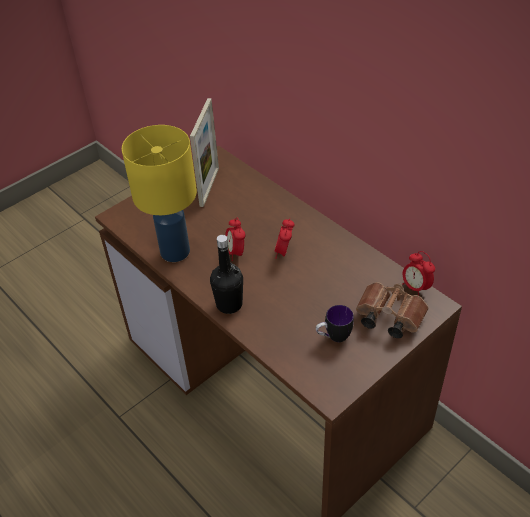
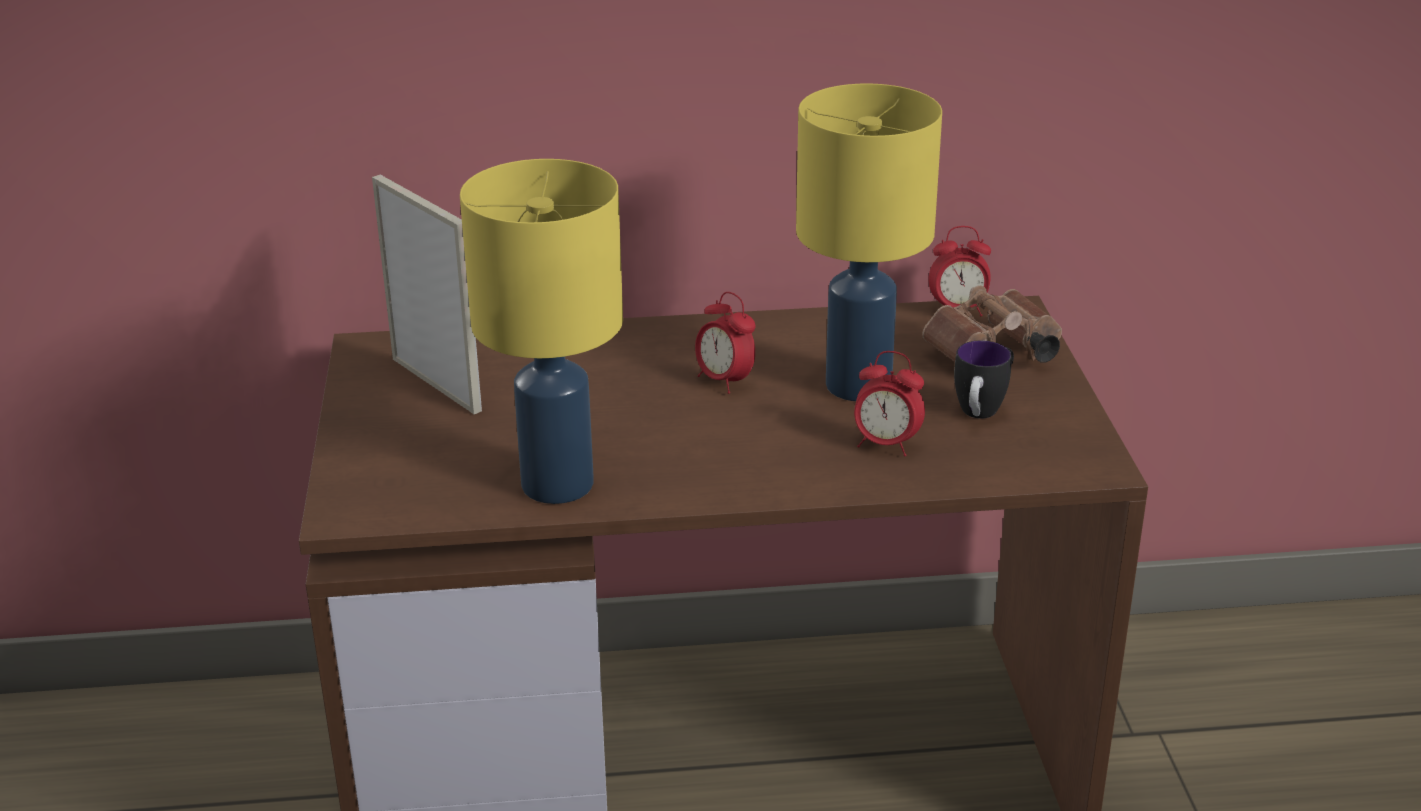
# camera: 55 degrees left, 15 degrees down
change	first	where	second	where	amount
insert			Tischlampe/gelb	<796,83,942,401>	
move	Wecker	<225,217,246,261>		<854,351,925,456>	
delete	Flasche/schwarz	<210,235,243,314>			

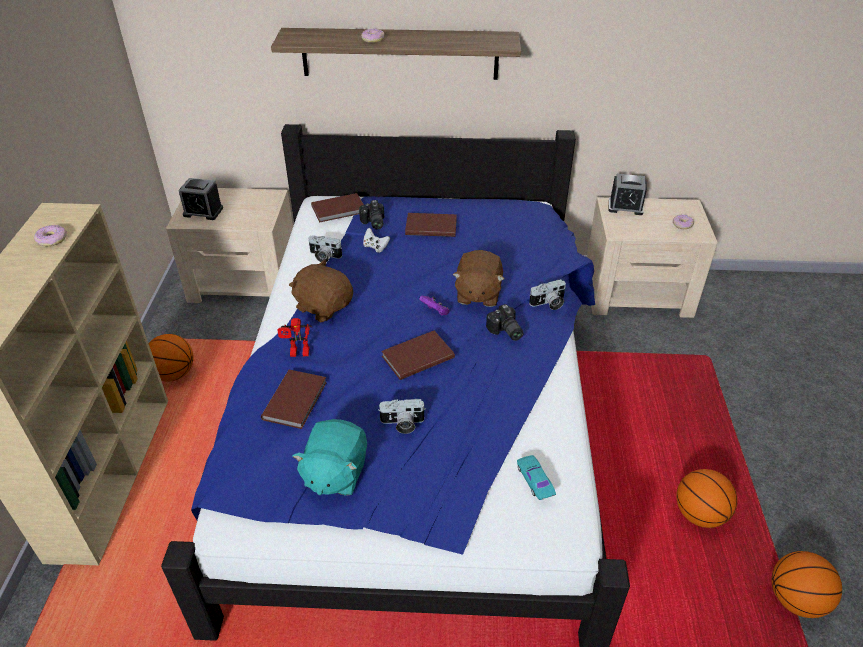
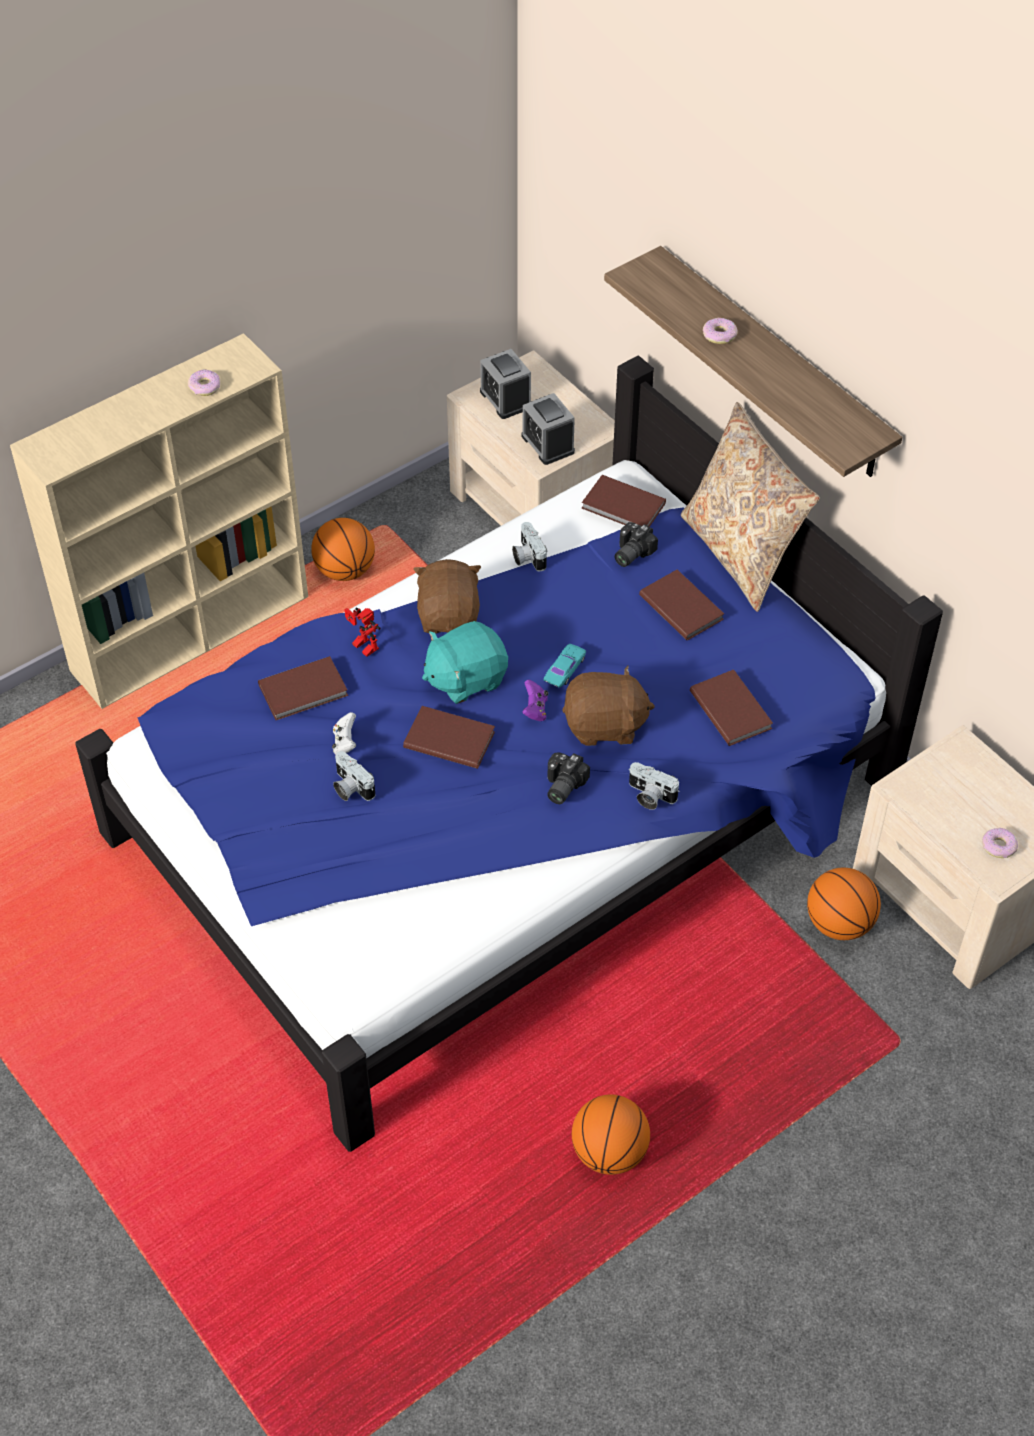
# camera: 50 degrees right, 10 degrees up
change	first	where	second	where	amount
move	Gamepad/weiß	<363,228,390,253>		<332,712,356,754>	
move	Plüschtier/türkis	<292,419,367,496>		<422,621,508,704>	
move	Wecker	<609,174,647,215>		<522,393,575,465>	
move	Spielzeugauto/türkis	<517,455,556,500>		<543,644,586,688>	
rotate	Plüschtier/braun	<452,250,504,307>		<562,666,655,746>	150 degrees counterclockwise
insert			Kissen/beige	<681,402,820,612>	
insert			Buch/braun	<690,669,773,746>	
move	Basketball	<771,551,842,618>		<807,868,881,940>	

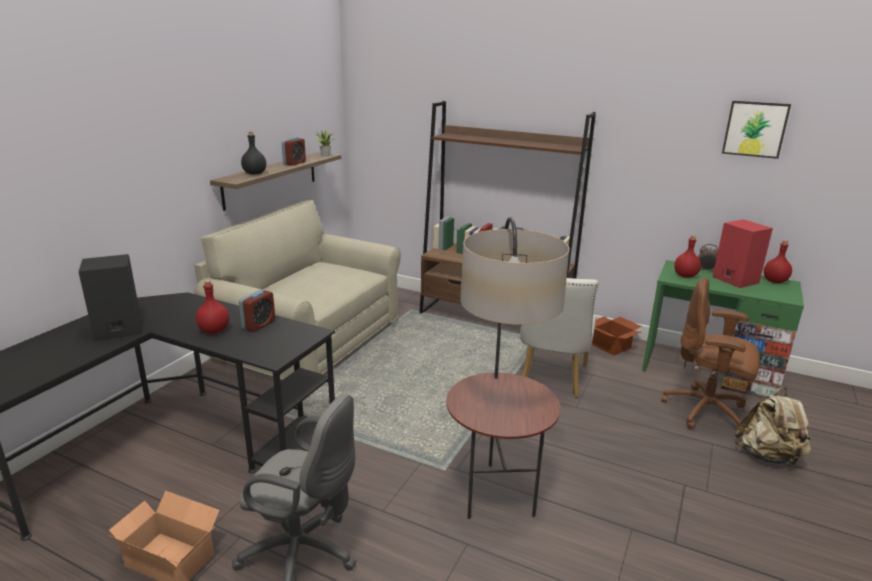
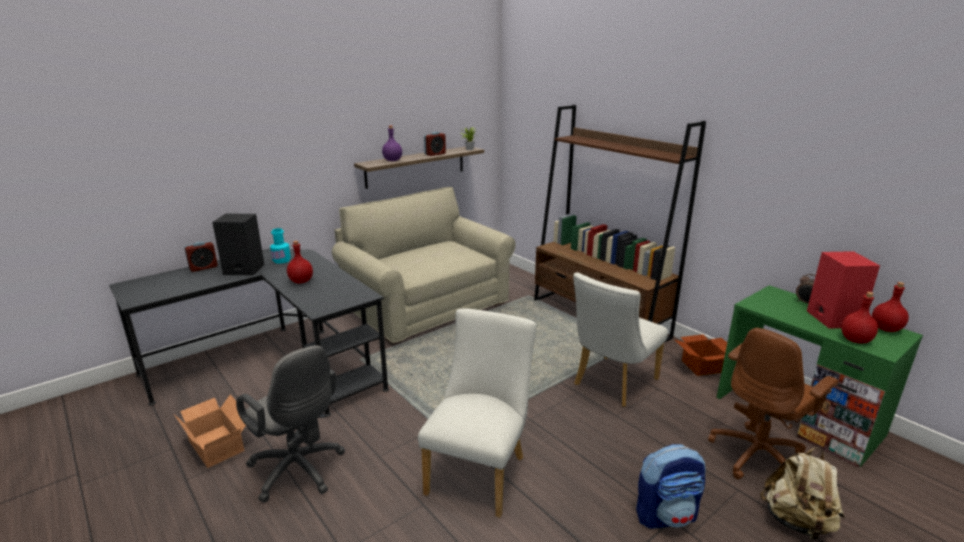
# camera: 25 degrees right, 0 degrees up
change	first	where	second	where	amount
move	Wecker	<239,289,275,332>		<184,241,218,272>	
insert			Flasche/türkis	<270,228,291,264>	
recolor	Flasche/schwarz	<241,132,266,175>	Flasche/lila	<382,126,402,161>	
replace	Stehlampe	<446,217,569,519>	Stuhl/weiß	<418,309,536,518>	
insert			Rucksack	<636,444,706,528>	
rotate	Bürostuhl/braun	<661,278,760,430>		<708,328,839,480>	90 degrees counterclockwise
move	Flasche/rot	<674,235,701,278>		<841,292,878,343>	
delete	Bild	<722,101,791,159>			

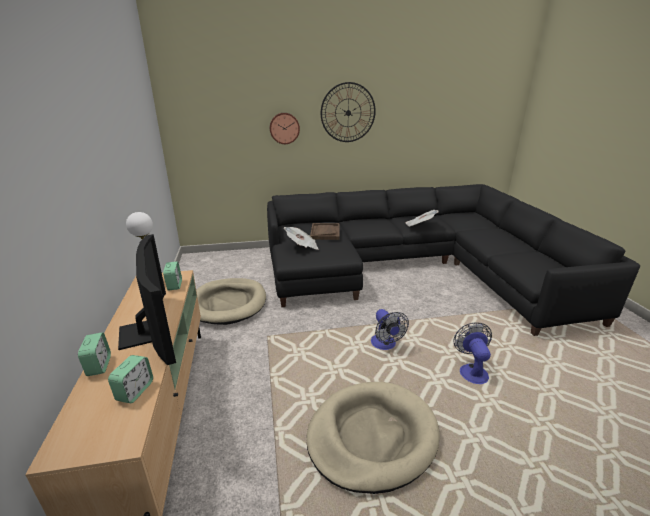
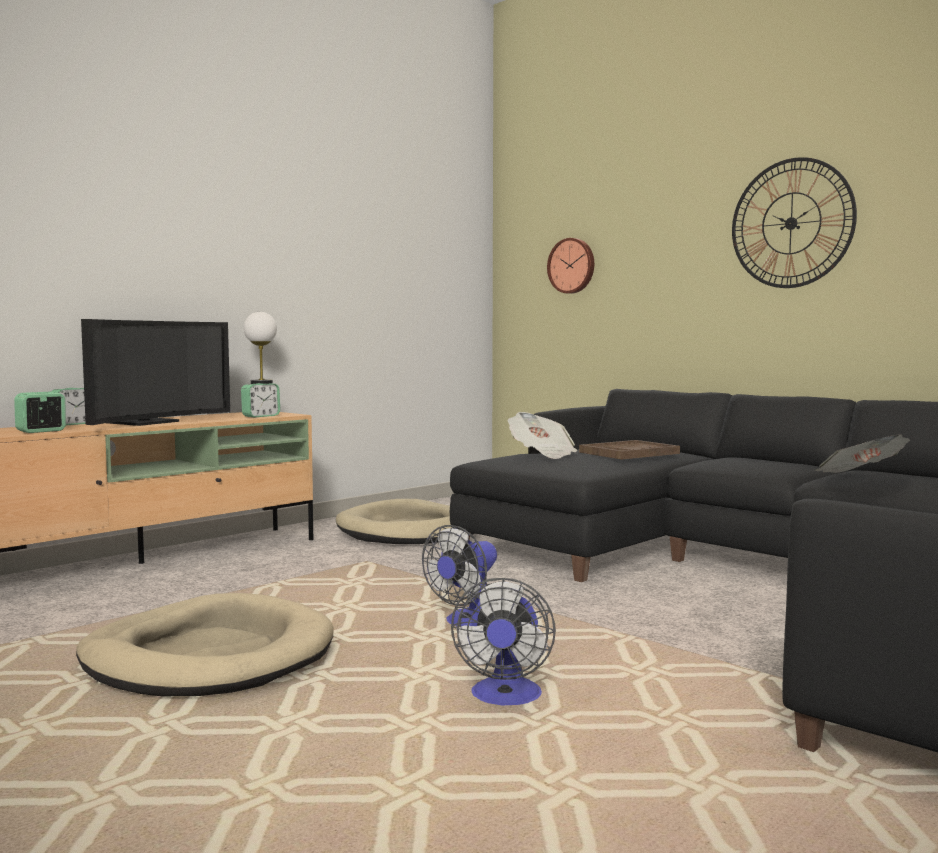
# camera: 55 degrees right, 20 degrees down
change	first	where	second	where	amount
rotate	Wecker	<108,355,153,403>		<14,392,66,433>	150 degrees clockwise
rotate	Ventilator	<453,322,492,384>		<451,578,556,705>	135 degrees clockwise
move	Wanduhr	<270,113,300,144>		<547,238,594,294>	

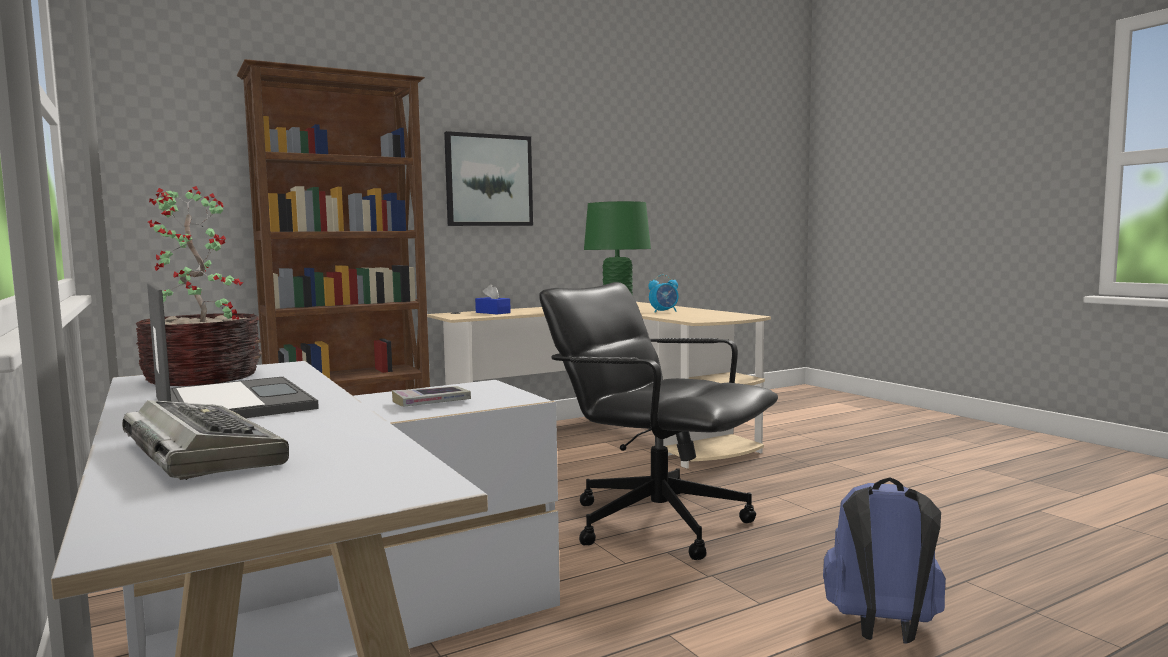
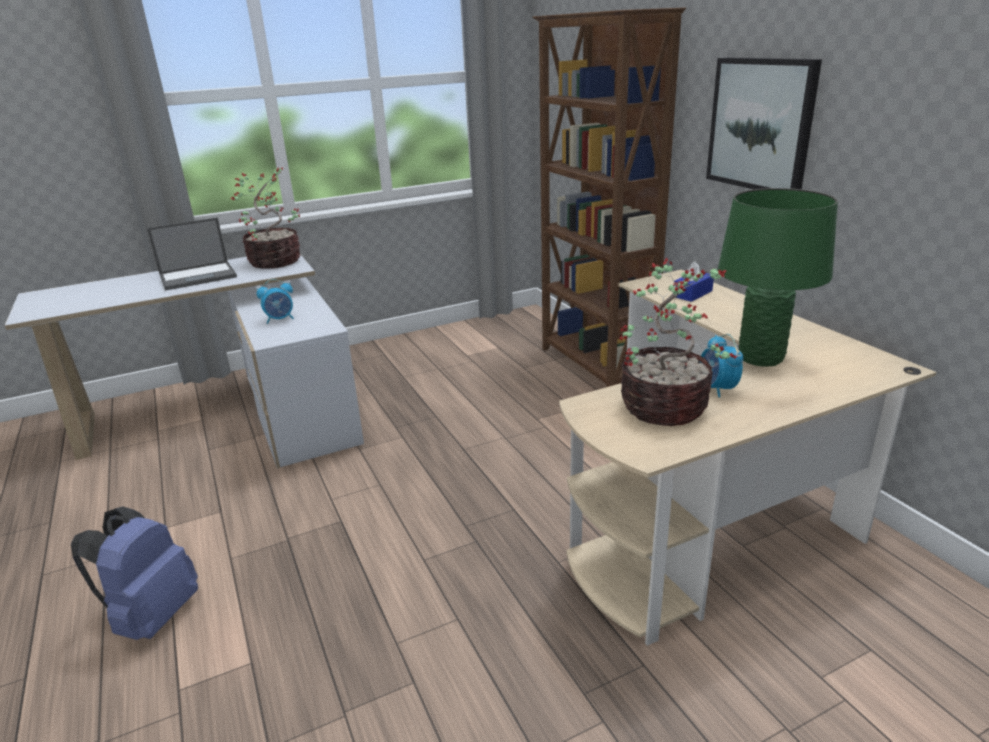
# camera: 95 degrees right, 20 degrees up
change	first	where	second	where	amount
replace	Buch	<392,386,471,407>	Wecker	<257,279,294,324>	
insert			Topfpflanze	<619,258,737,426>	
delete	Tastatur	<122,400,289,480>			
delete	Bürostuhl/schwarz	<539,282,778,560>			

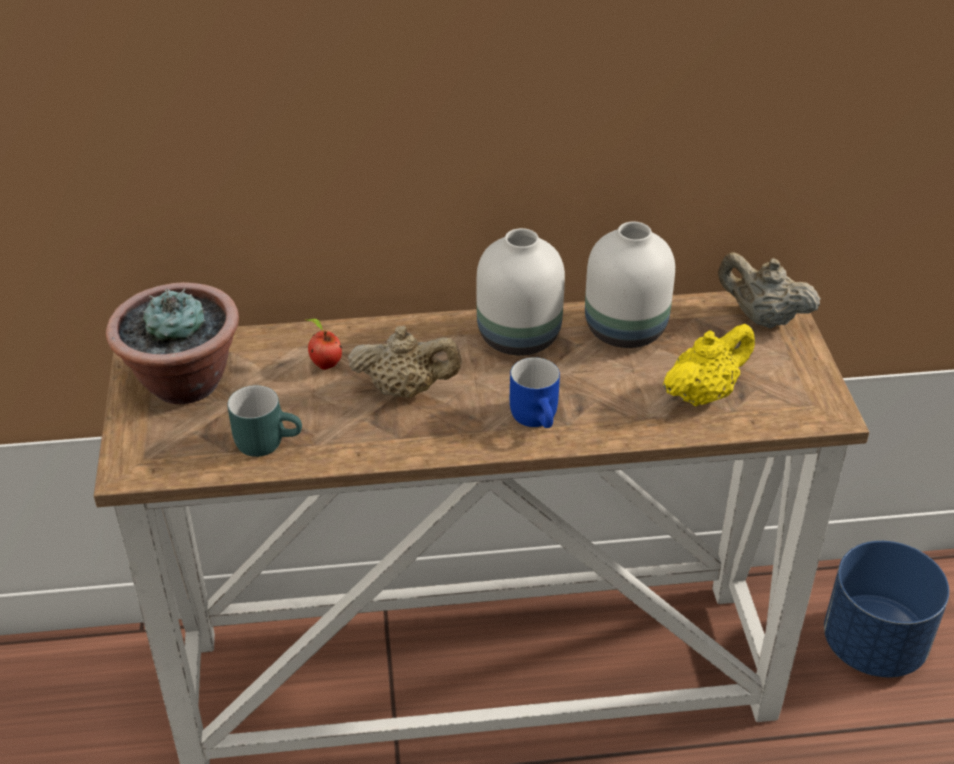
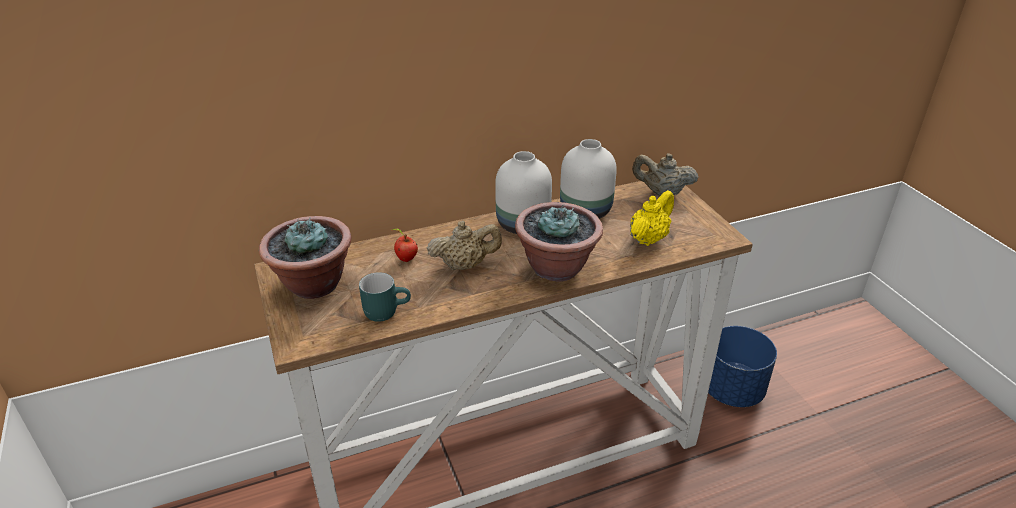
# camera: 15 degrees left, 5 degrees down
change	first	where	second	where	amount
replace	Henkelbecher/blau	<510,357,560,428>	Topfpflanze	<515,202,603,282>	

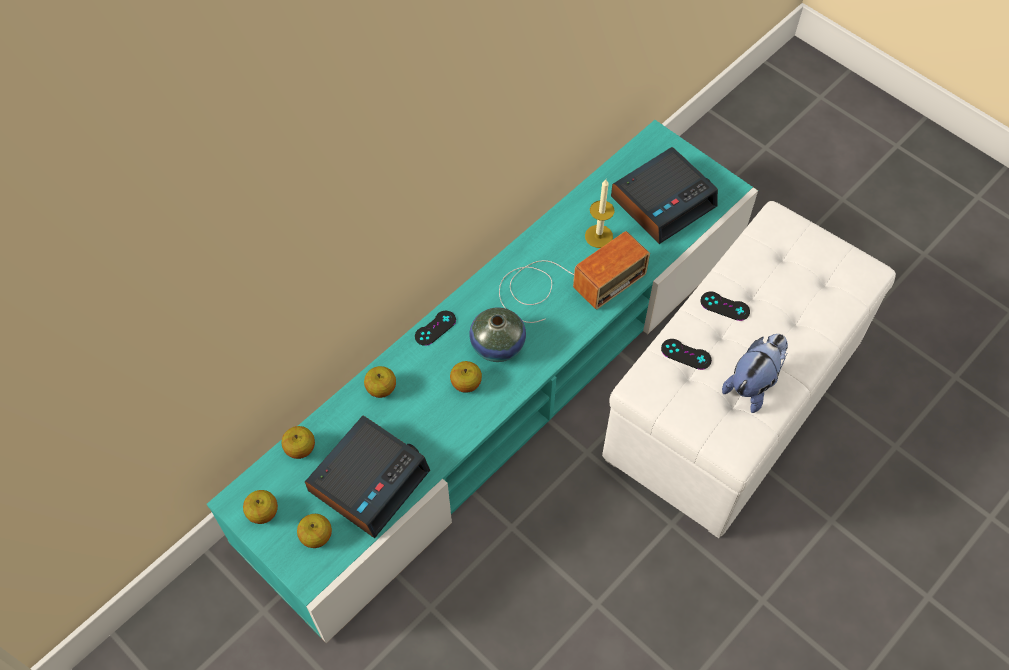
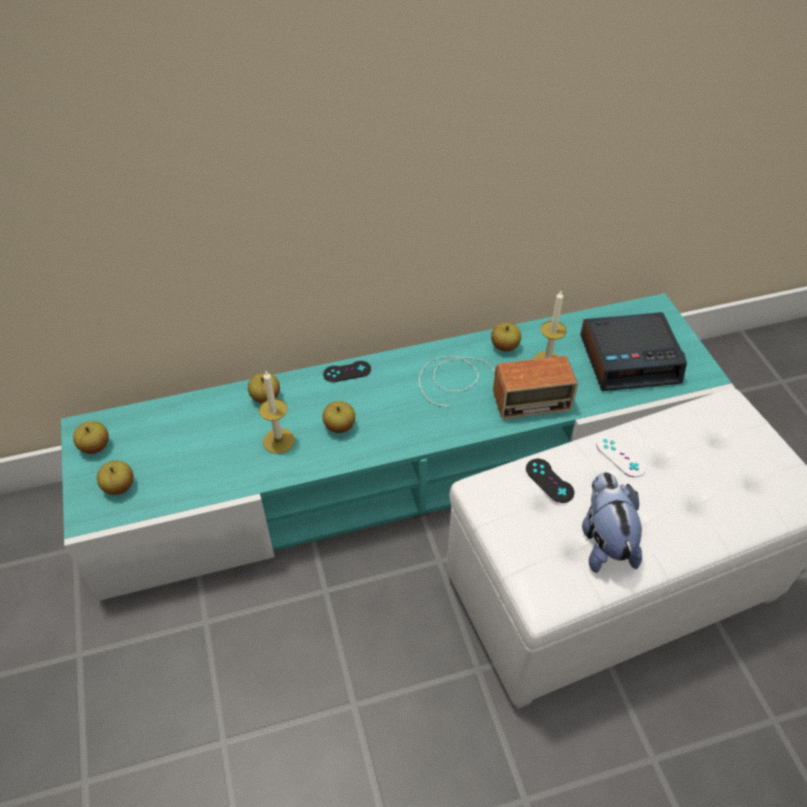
# camera: 30 degrees right, 10 degrees down
change	first	where	second	where	amount
insert			Kerze	<259,371,295,454>	
move	Apfel	<282,426,315,459>		<491,323,521,351>	
rotate	Plüschtier	<722,334,788,413>		<582,472,642,573>	75 degrees counterclockwise
recolor	Gamepad/schwarz	<701,292,750,321>	Gamepad/weiß	<596,435,646,477>	
delete	Wecker	<305,416,430,538>			
delete	Vase	<469,307,526,362>			

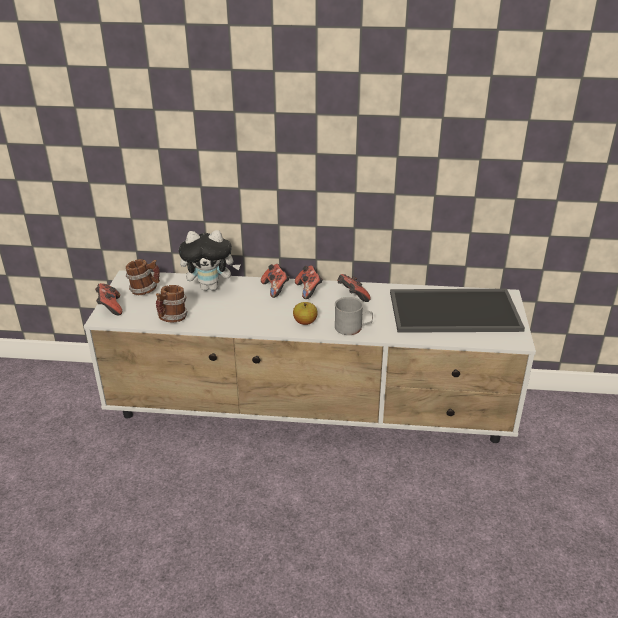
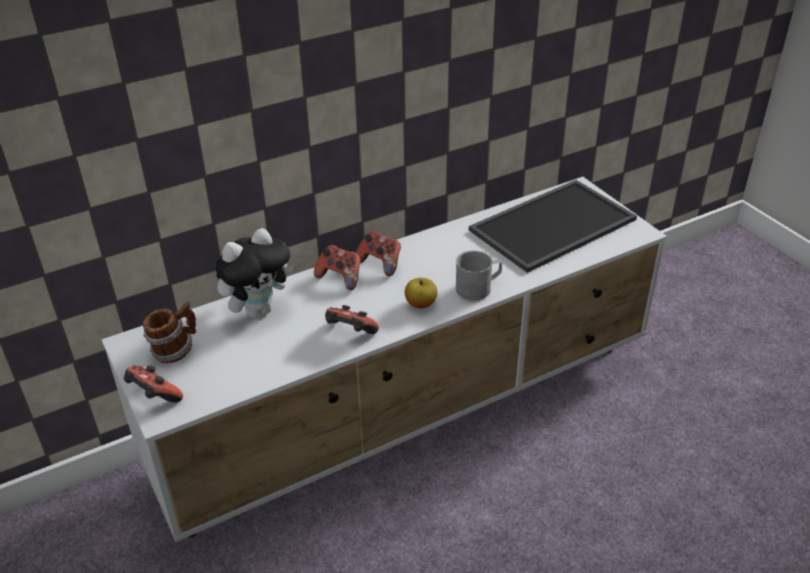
# camera: 35 degrees left, 5 degrees up
change	first	where	second	where	amount
move	Gamepad	<337,274,371,302>		<325,305,379,334>	
delete	Henkelbecher	<156,285,188,323>			

